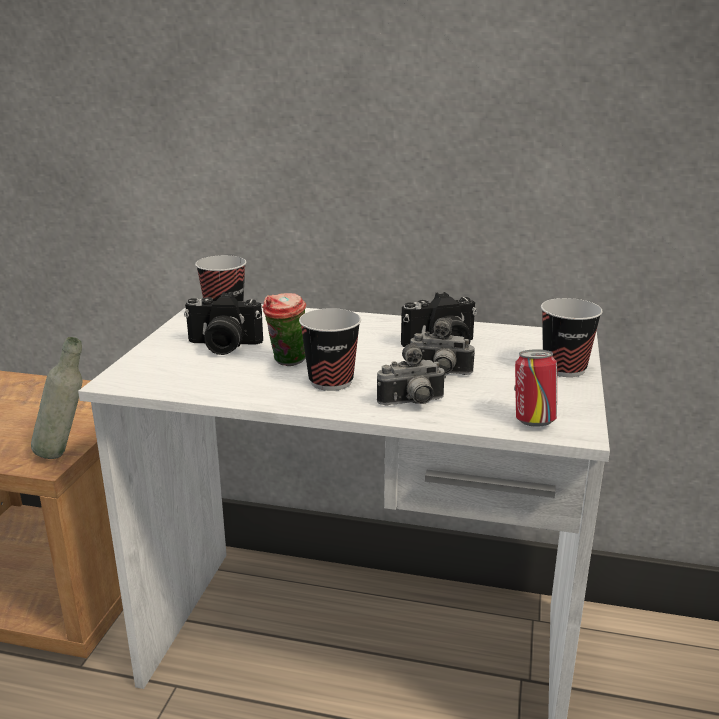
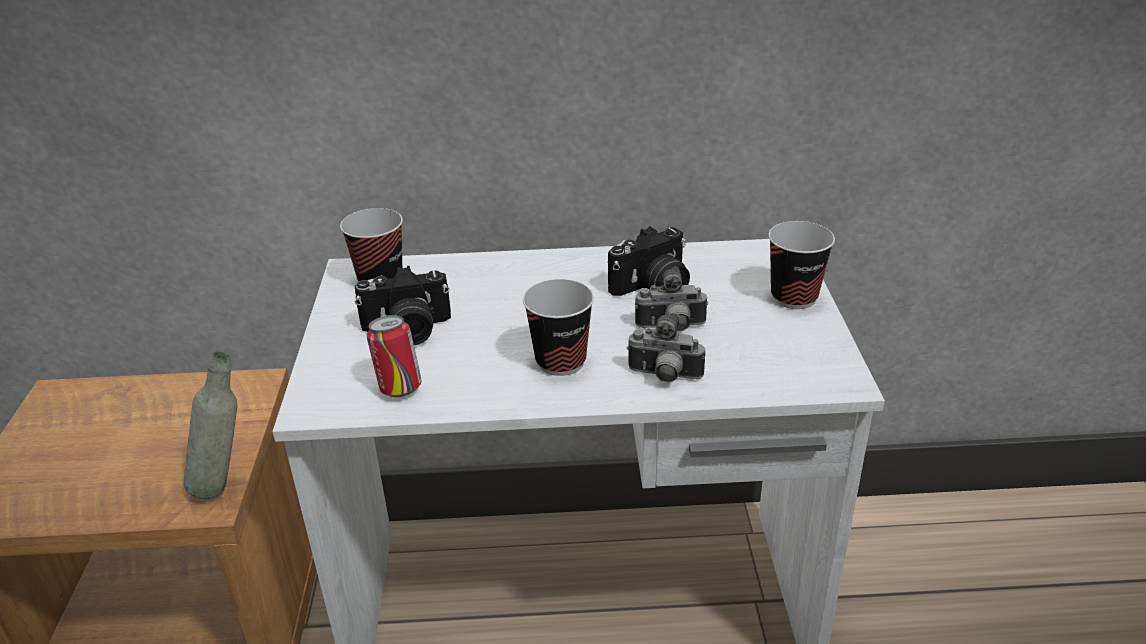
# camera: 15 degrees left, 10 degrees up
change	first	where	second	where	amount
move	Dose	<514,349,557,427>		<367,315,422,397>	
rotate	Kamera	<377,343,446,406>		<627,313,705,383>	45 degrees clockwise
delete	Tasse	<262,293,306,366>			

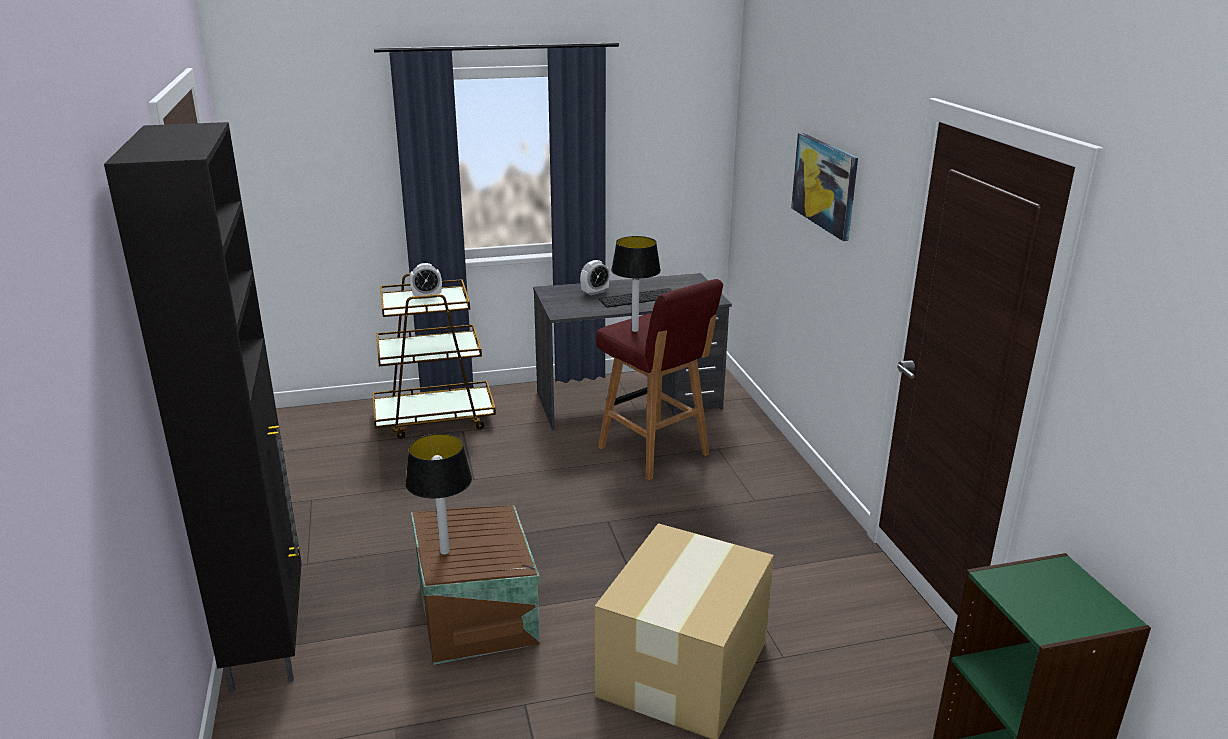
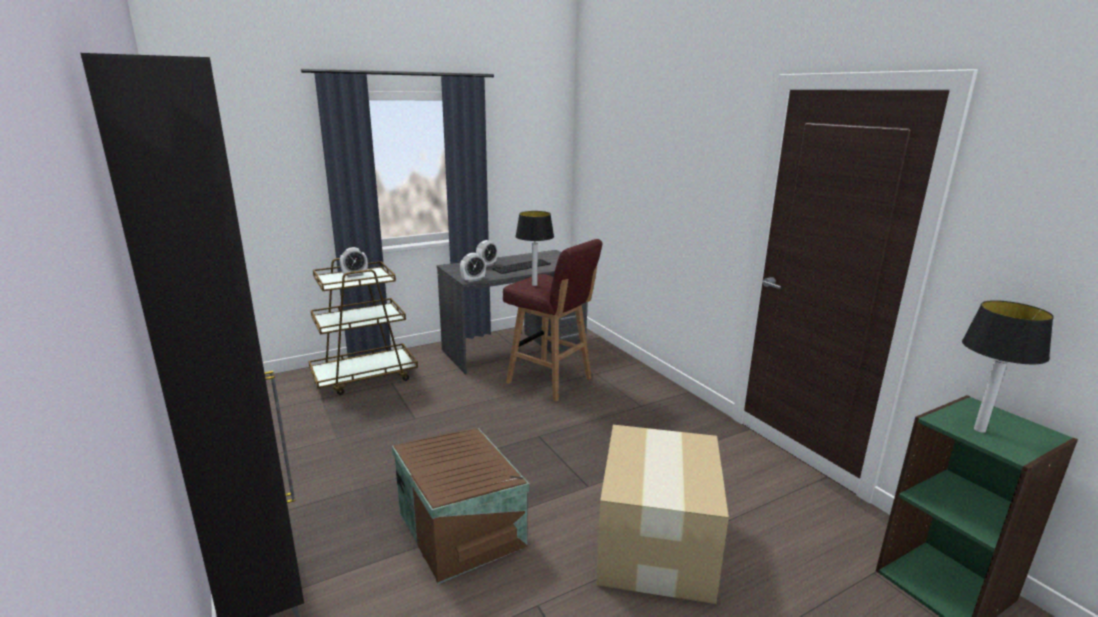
# camera: 15 degrees left, 5 degrees down
change	first	where	second	where	amount
insert			Wecker	<460,253,486,282>	
move	Tischlampe	<405,434,472,555>		<962,300,1054,433>	
delete	Bild	<791,133,858,241>			

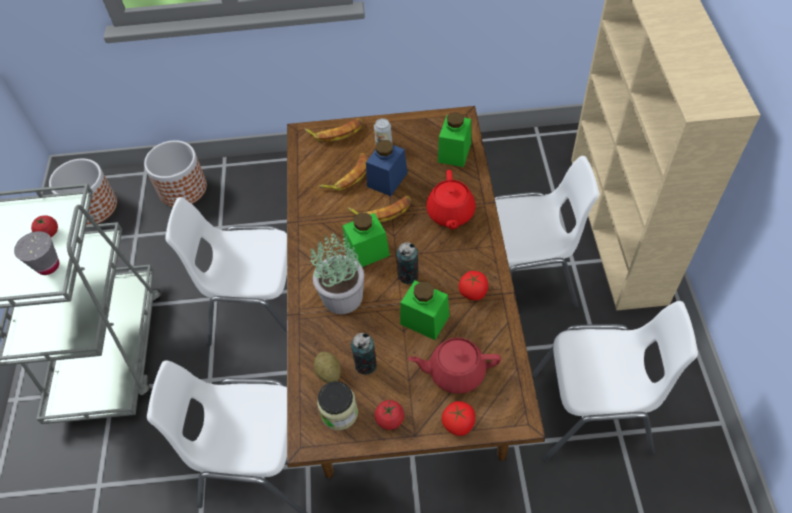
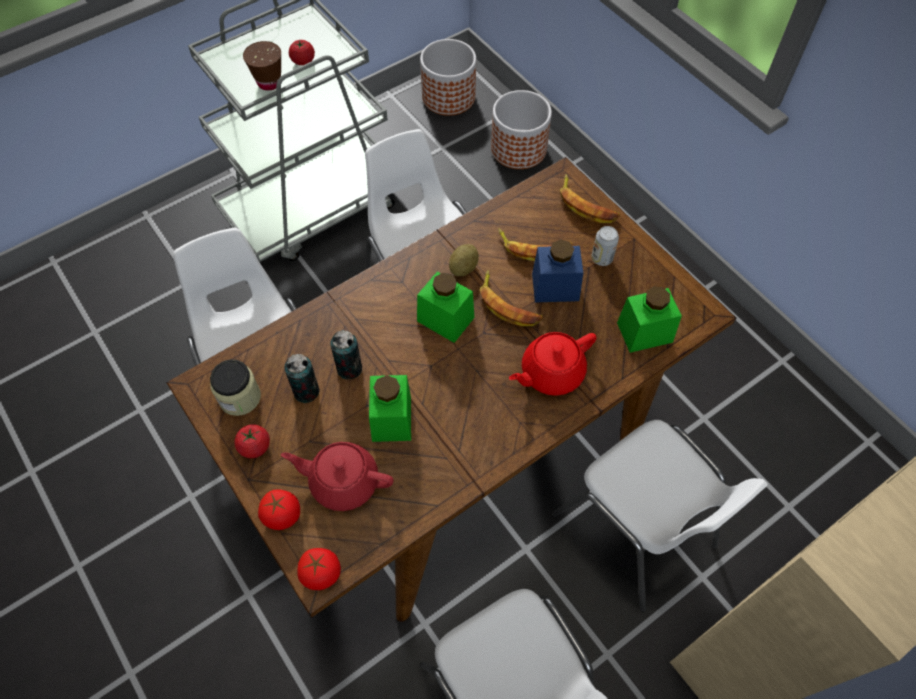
# camera: 55 degrees right, 5 degrees up
change	first	where	second	where	amount
recolor	Tasse/grau	<14,231,59,275>	Tasse/braun	<243,41,281,91>	
rotate	Teekanne/rot	<408,337,501,394>		<281,442,394,511>	45 degrees counterclockwise
move	Tomate	<459,271,488,300>		<297,548,341,590>	
move	Dose	<397,242,419,284>		<330,330,362,380>	
move	Kartoffel	<314,352,341,383>		<449,244,479,276>	
delete	Topfpflanze	<311,231,364,314>			

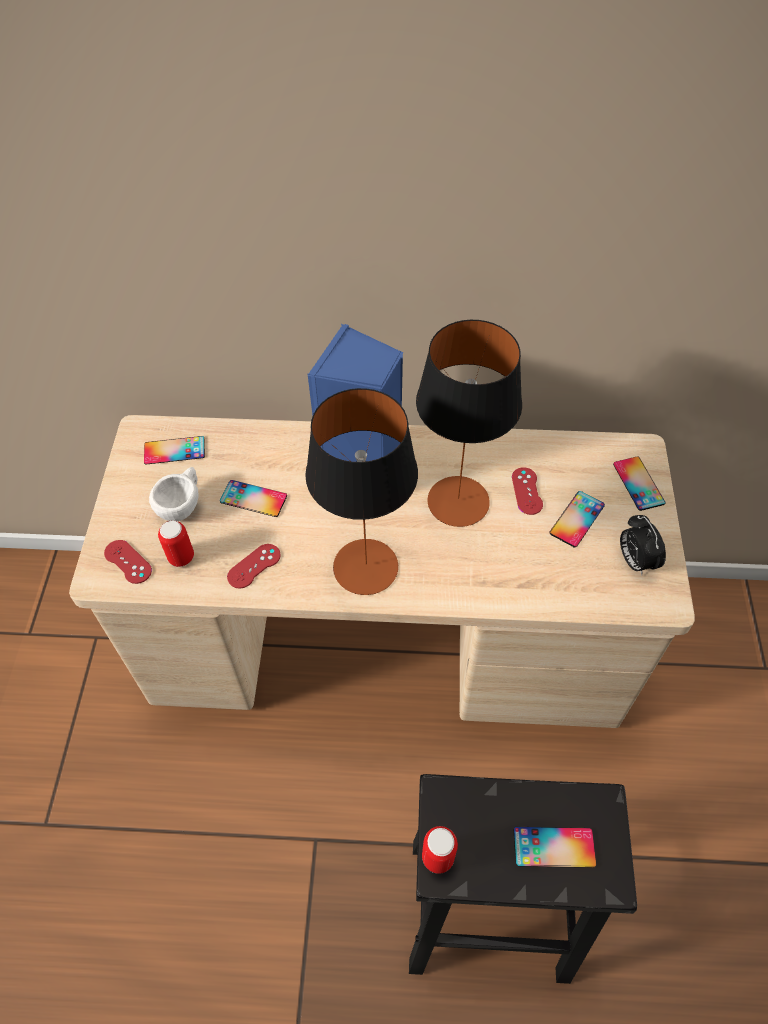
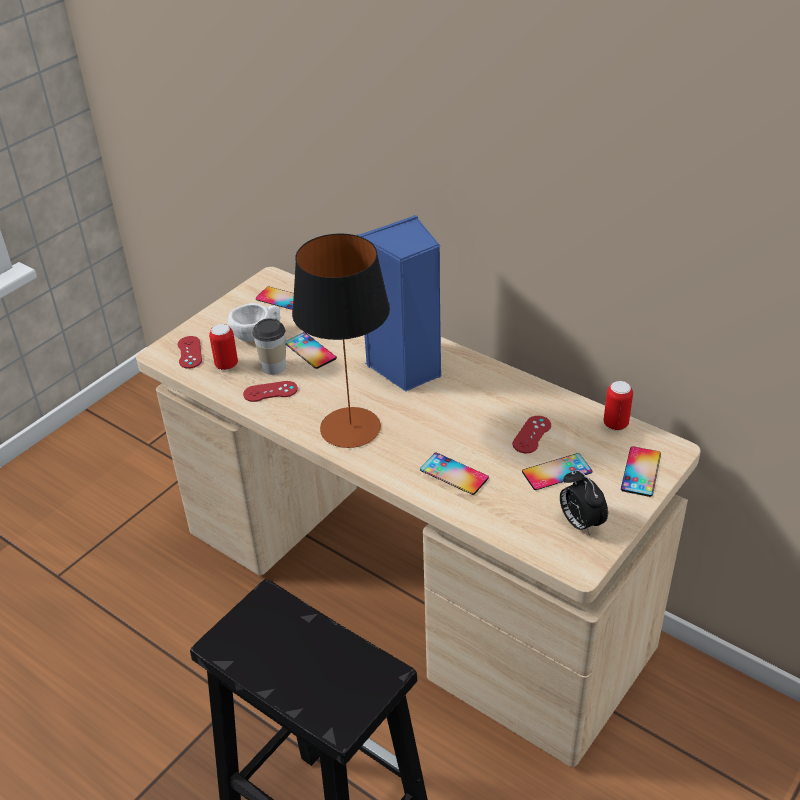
# camera: 35 degrees right, 15 degrees down
change	first	where	second	where	amount
insert			Tasse	<253,318,286,375>	
move	Handy	<514,827,596,868>		<420,453,489,495>	
rotate	Wecker	<620,515,666,576>		<560,469,608,536>	45 degrees counterclockwise
move	Dose	<422,826,458,874>		<604,381,633,431>	
delete	Tischlampe	<416,320,522,527>			

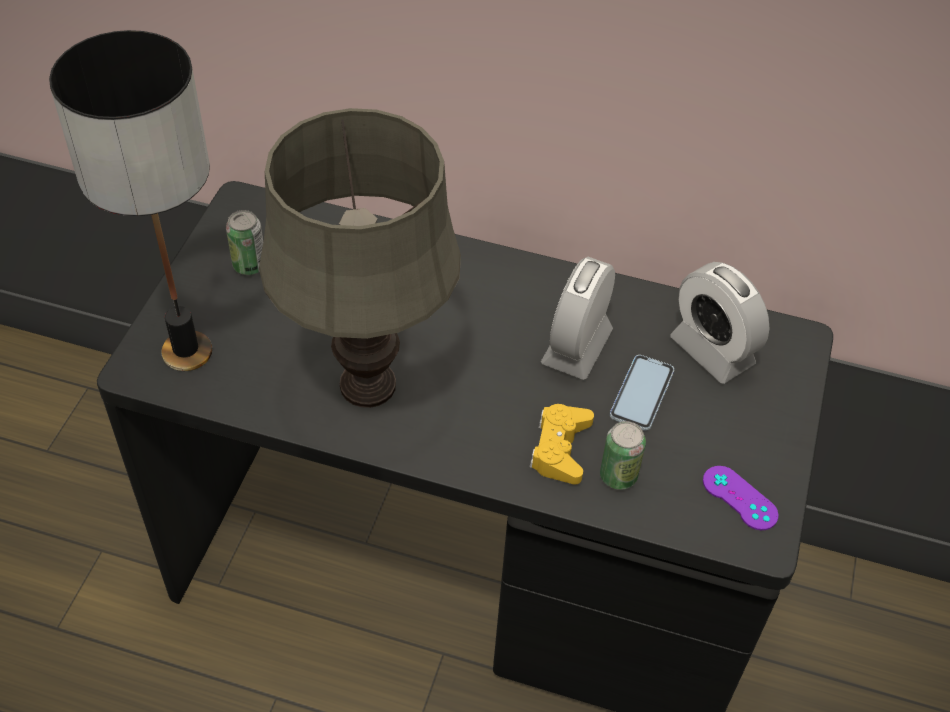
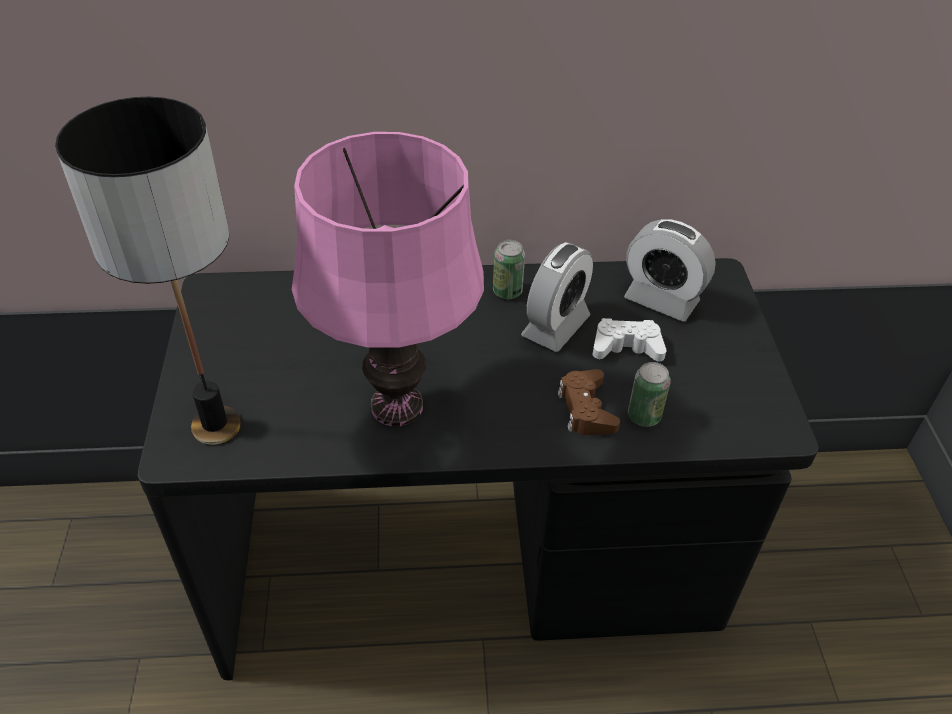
# camera: 20 degrees left, 5 degrees down
change	first	where	second	where	amount
recolor	Tischlampe/grau	<259,108,461,408>	Tischlampe/rosa	<292,132,484,426>	
move	Dose	<226,210,263,275>		<493,240,525,299>	
rotate	Wecker	<541,257,615,380>		<521,242,593,352>	150 degrees counterclockwise
recolor	Gamepad/gelb	<529,404,594,484>	Gamepad/braun	<558,369,620,435>	
replace	Handy	<610,355,674,431>	Gamepad/weiß	<593,318,667,362>	
delete	Gamepad/lila	<703,466,778,530>			

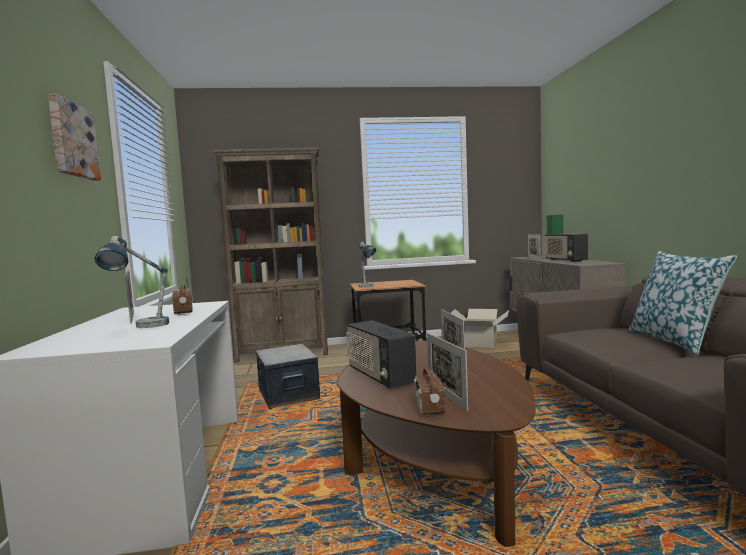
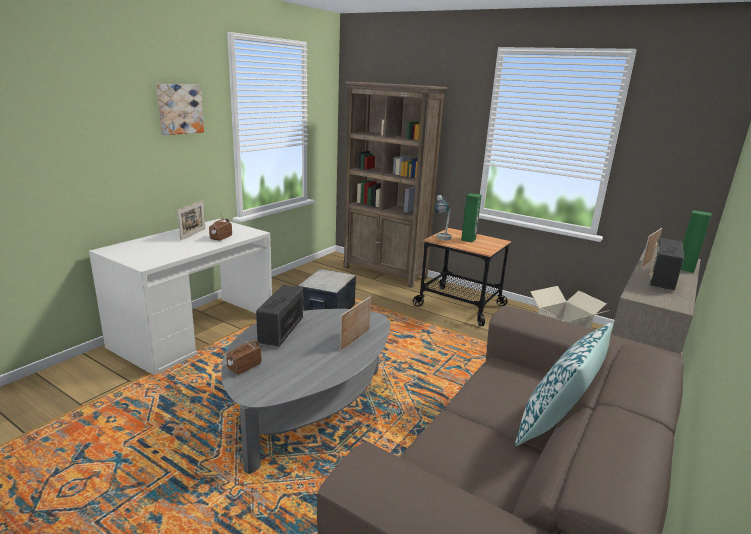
# camera: 40 degrees right, 15 degrees up
change	first	where	second	where	amount
recolor	Couchtisch/braun	<337,341,536,547>	Couchtisch/grau	<221,309,390,474>	
insert			Lautsprecher/grün	<461,193,482,243>	
delete	Tischlampe	<95,236,169,328>			
delete	Bilderrahmen	<427,333,468,411>			

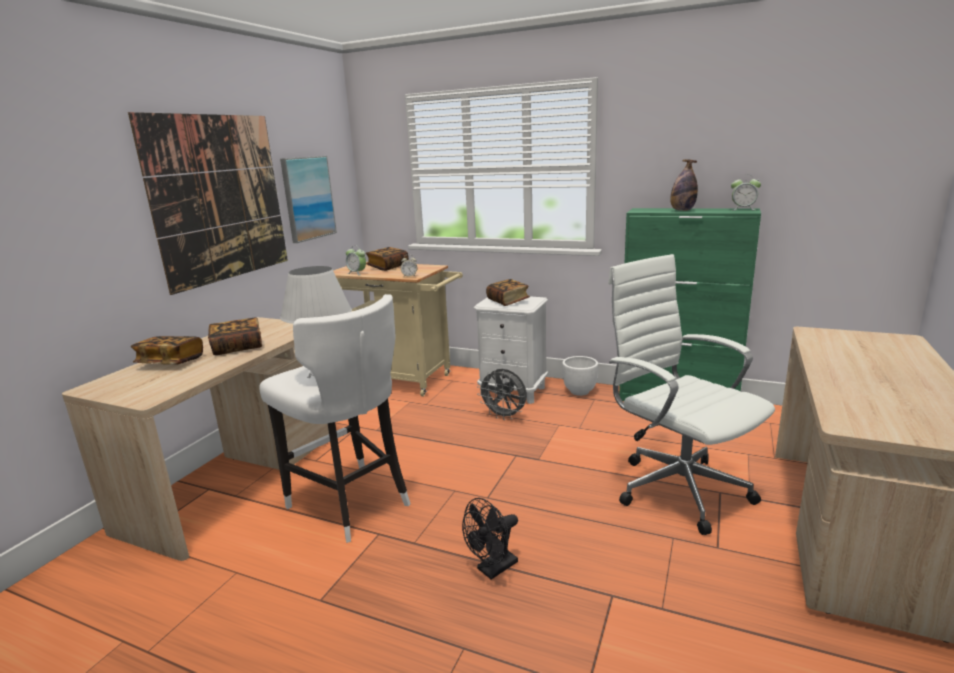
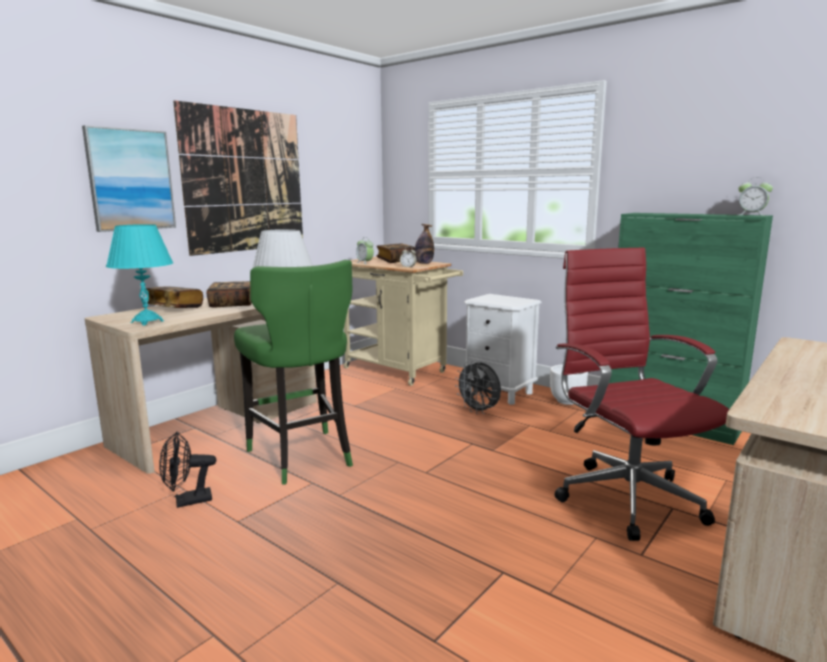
# camera: 15 degrees right, 5 degrees down
change	first	where	second	where	amount
move	Bild	<280,156,337,243>		<82,125,176,232>	
insert			Tischlampe/türkis	<106,224,173,326>	
move	Ventilator/schwarz	<462,498,518,580>		<159,432,216,508>	
recolor	Hocker/weiß	<260,294,411,543>	Hocker/grün	<234,260,353,485>	
move	Flasche	<670,160,698,211>		<414,224,434,264>	
recolor	Bürostuhl/weiß	<608,254,775,535>	Bürostuhl/rot	<555,247,729,541>	
delete	Buch	<486,279,530,306>			

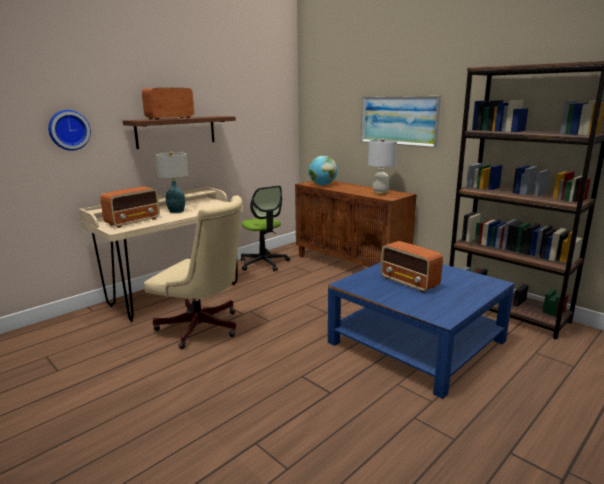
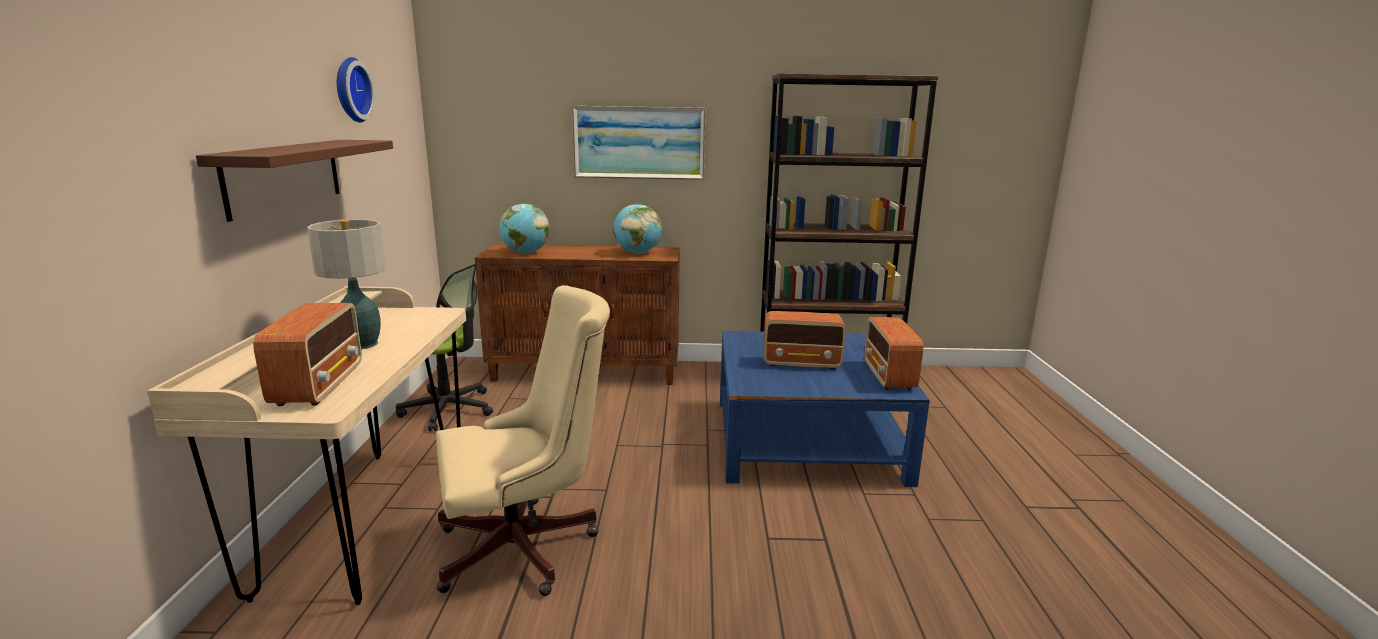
# camera: 45 degrees left, 0 degrees up
change	first	where	second	where	amount
move	Wanduhr	<48,110,91,151>		<337,57,375,123>	
replace	Tischlampe/weiß	<368,138,397,195>	Globus	<613,204,662,254>	
move	Radio	<142,88,194,120>		<864,317,923,390>	

